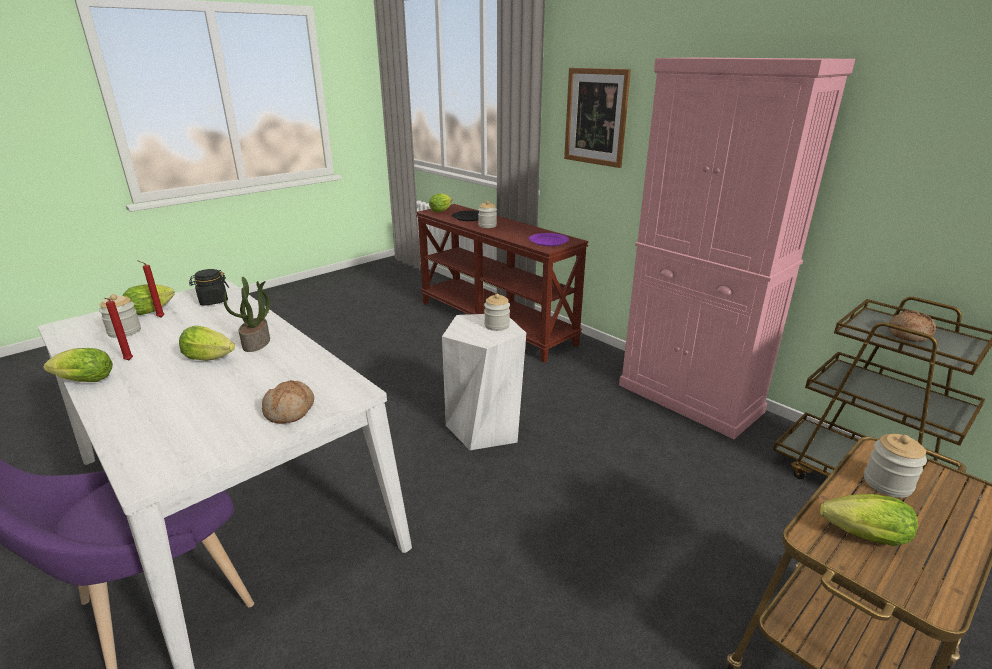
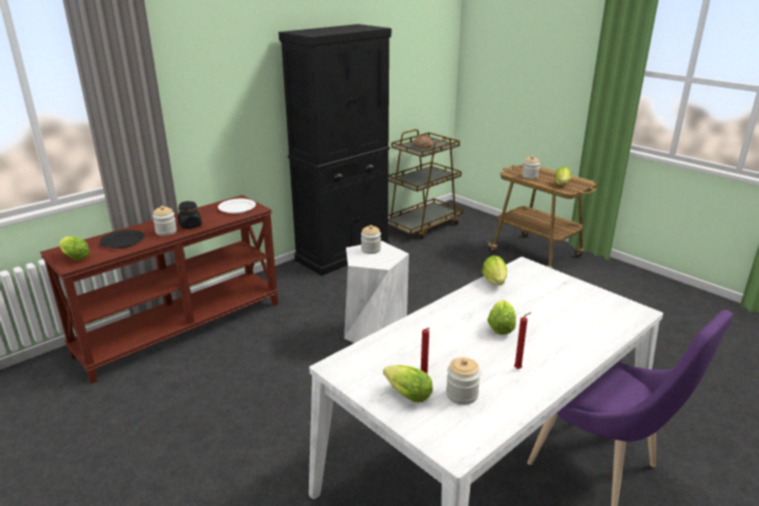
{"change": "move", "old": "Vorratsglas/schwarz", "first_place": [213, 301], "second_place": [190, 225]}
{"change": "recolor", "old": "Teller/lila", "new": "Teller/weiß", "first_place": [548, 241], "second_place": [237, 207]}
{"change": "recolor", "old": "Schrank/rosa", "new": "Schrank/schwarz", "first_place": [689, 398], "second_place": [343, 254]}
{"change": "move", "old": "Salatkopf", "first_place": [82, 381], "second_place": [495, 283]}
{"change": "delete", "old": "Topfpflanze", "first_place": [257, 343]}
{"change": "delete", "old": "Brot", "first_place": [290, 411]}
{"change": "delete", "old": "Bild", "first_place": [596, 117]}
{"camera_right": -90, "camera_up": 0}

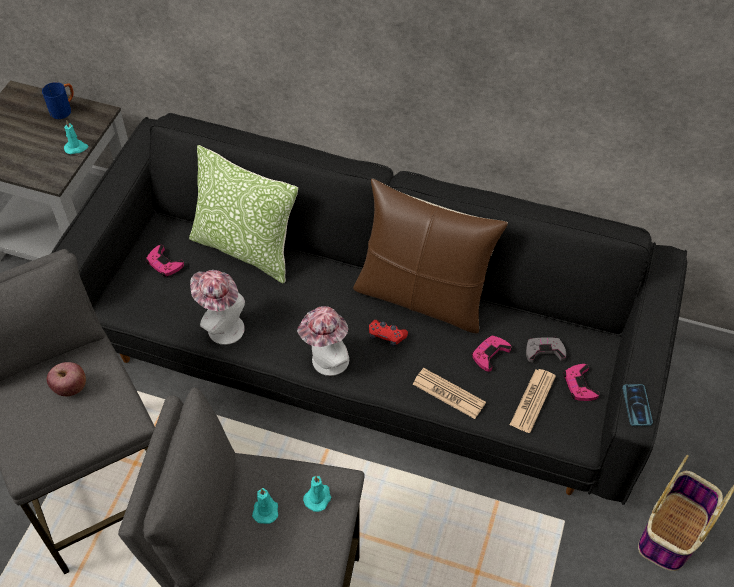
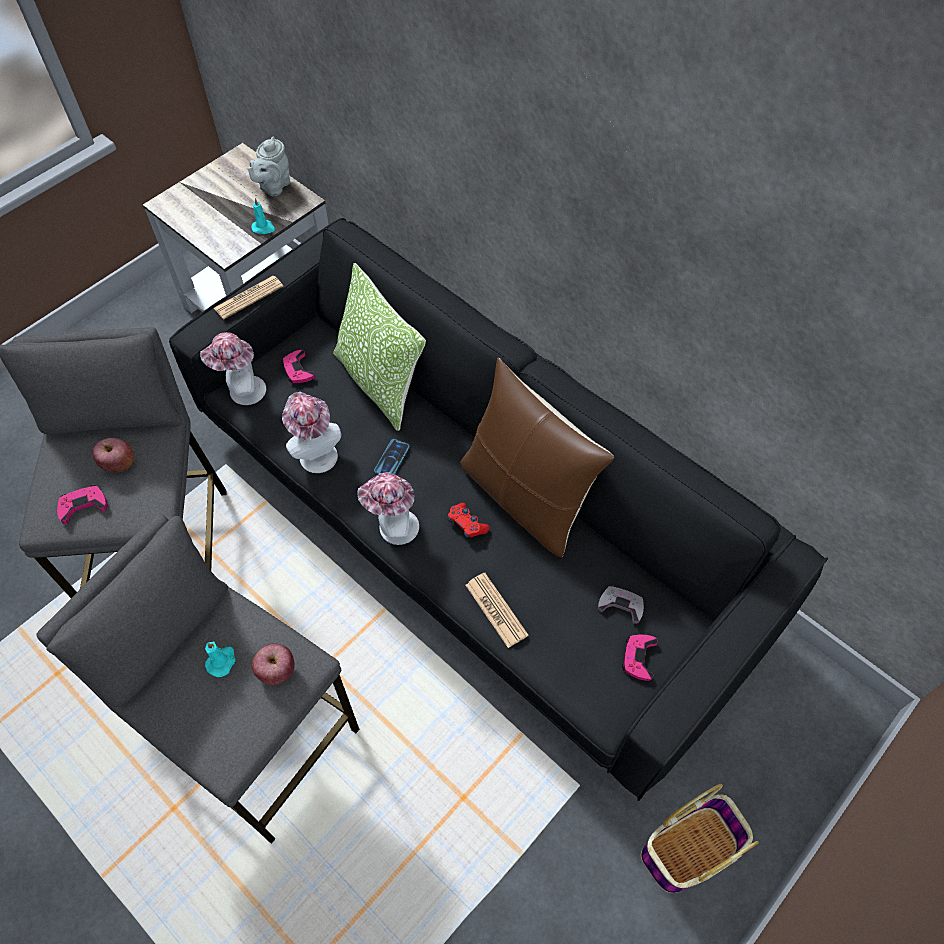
{"change": "move", "old": "Gamepad/rosa", "first_place": [489, 354], "second_place": [83, 505]}
{"change": "insert", "new": "Hut", "second_place": [242, 392]}
{"change": "move", "old": "Zeitung", "first_place": [532, 401], "second_place": [248, 297]}
{"change": "replace", "old": "Henkelbecher/blau", "new": "Teekanne/grau", "first_place": [64, 109], "second_place": [273, 186]}
{"change": "replace", "old": "Kerze/türkis", "new": "Apfel", "first_place": [318, 497], "second_place": [277, 671]}
{"change": "move", "old": "Handy", "first_place": [637, 405], "second_place": [392, 459]}
{"camera_right": 25, "camera_up": 5}

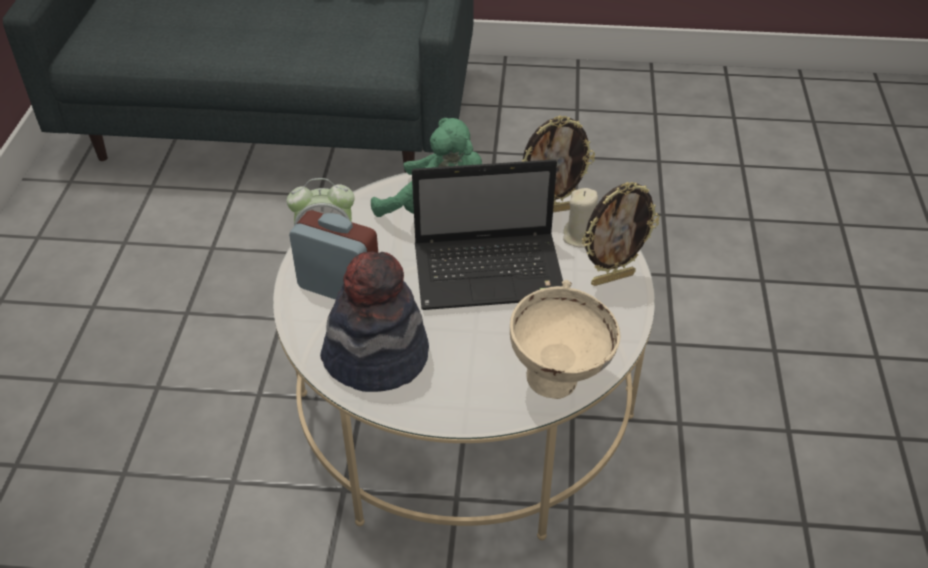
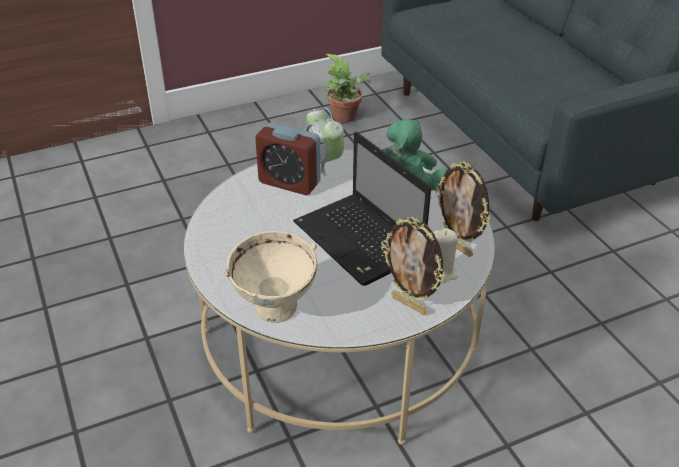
{"change": "rotate", "old": "Wecker", "first_place": [339, 287], "second_place": [289, 182], "degrees": 120}
{"change": "insert", "new": "Topfpflanze", "second_place": [346, 118]}
{"change": "delete", "old": "Hut", "first_place": [376, 357]}
{"camera_right": 60, "camera_up": -5}

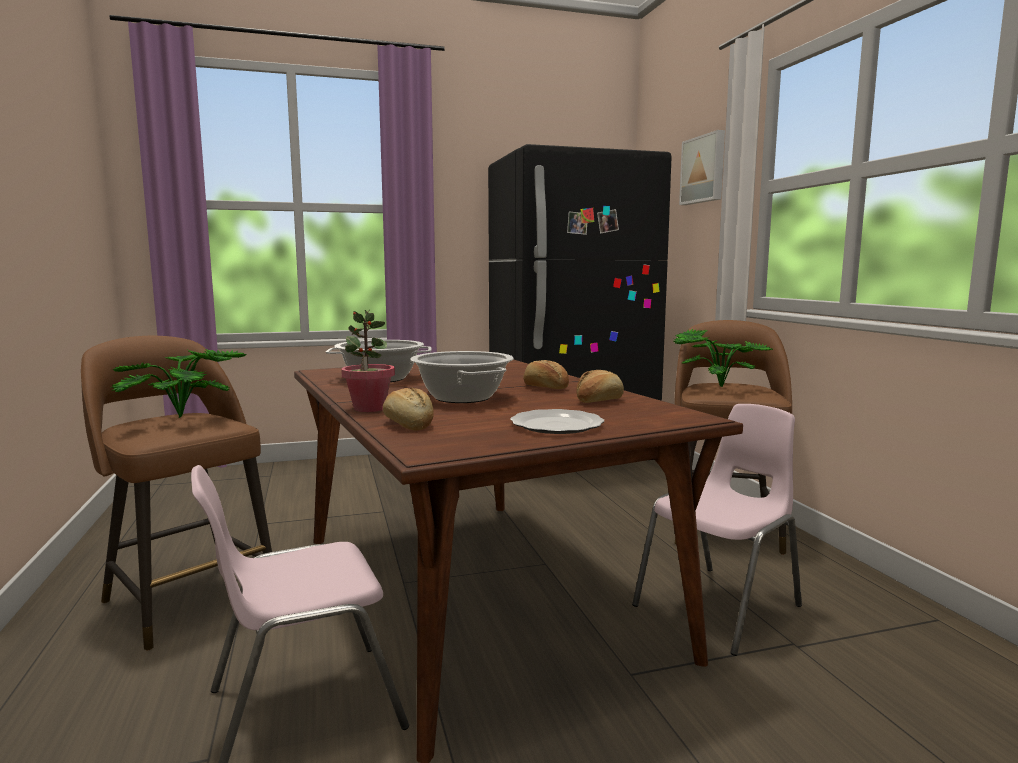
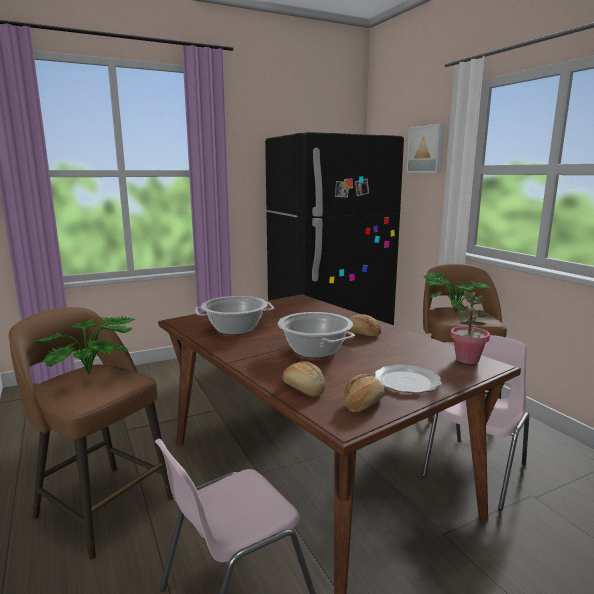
{"change": "move", "old": "Brot", "first_place": [598, 401], "second_place": [363, 404]}
{"change": "move", "old": "Topfpflanze", "first_place": [369, 408], "second_place": [467, 359]}
{"camera_right": -10, "camera_up": 5}

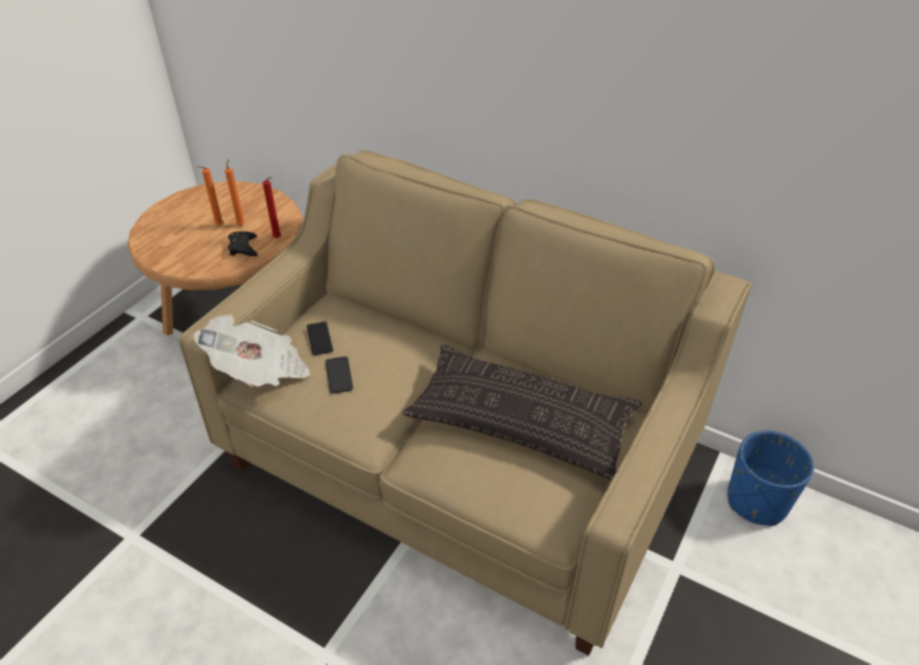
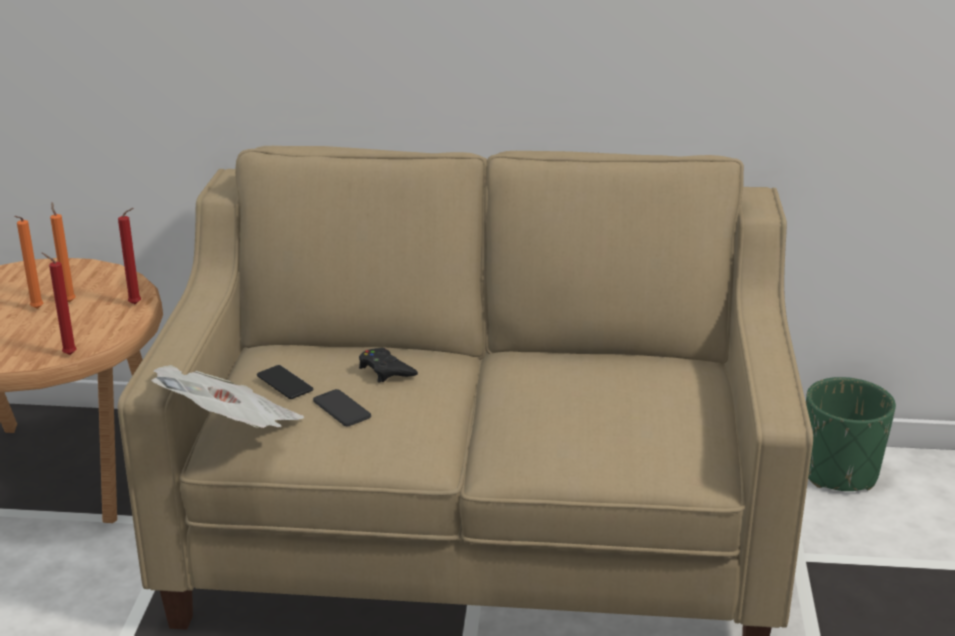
{"change": "insert", "new": "Kerze/rot", "second_place": [67, 354]}
{"change": "move", "old": "Gamepad/schwarz", "first_place": [243, 247], "second_place": [386, 370]}
{"change": "recolor", "old": "Pflanzkübel/blau", "new": "Pflanzkübel/grün", "first_place": [757, 501], "second_place": [839, 473]}
{"change": "delete", "old": "Kissen", "first_place": [520, 420]}
{"camera_right": -25, "camera_up": -15}

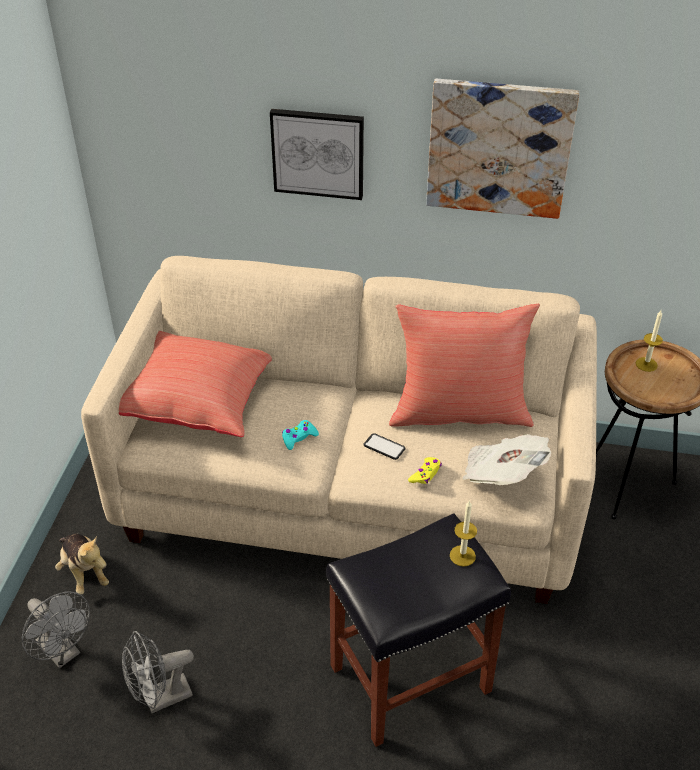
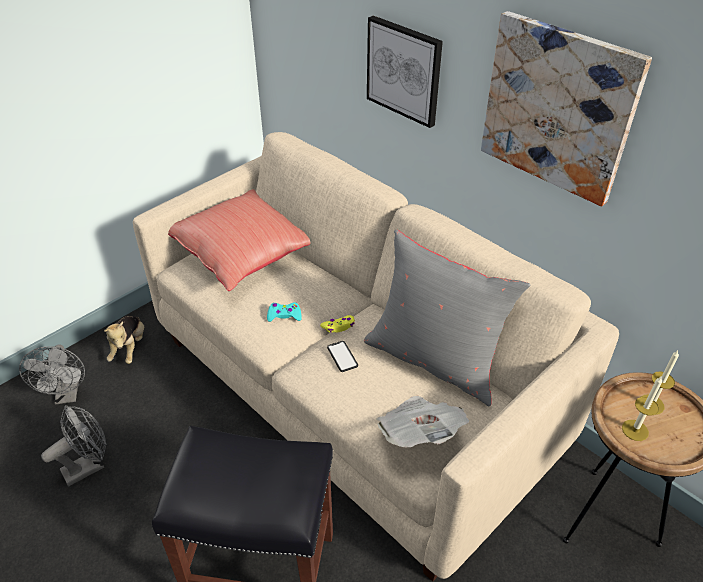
{"change": "rotate", "old": "Ventilator/grau", "first_place": [161, 699], "second_place": [89, 466], "degrees": 135}
{"change": "move", "old": "Gamepad/gelb", "first_place": [425, 474], "second_place": [339, 327]}
{"change": "recolor", "old": "Kissen/rot", "new": "Kissen/grau", "first_place": [459, 412], "second_place": [434, 360]}
{"change": "move", "old": "Kerze", "first_place": [462, 556], "second_place": [635, 430]}
{"camera_right": 35, "camera_up": 0}

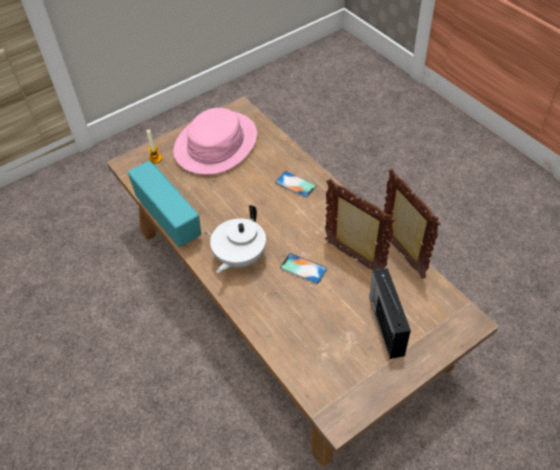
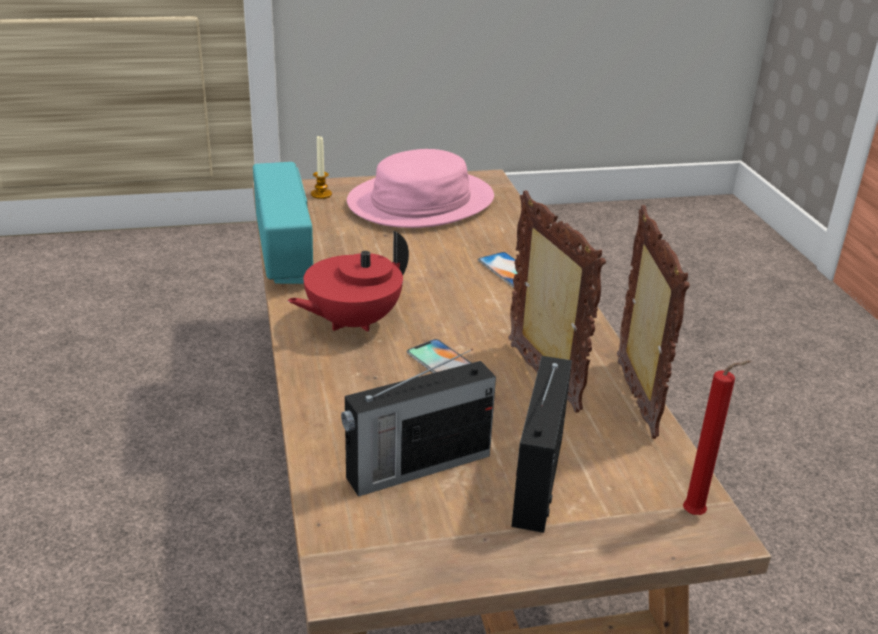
{"change": "recolor", "old": "Teekanne/weiß", "new": "Teekanne/rot", "first_place": [239, 258], "second_place": [352, 322]}
{"change": "insert", "new": "Radio", "second_place": [416, 467]}
{"change": "insert", "new": "Kerze/rot", "second_place": [697, 515]}
{"camera_right": 20, "camera_up": -20}

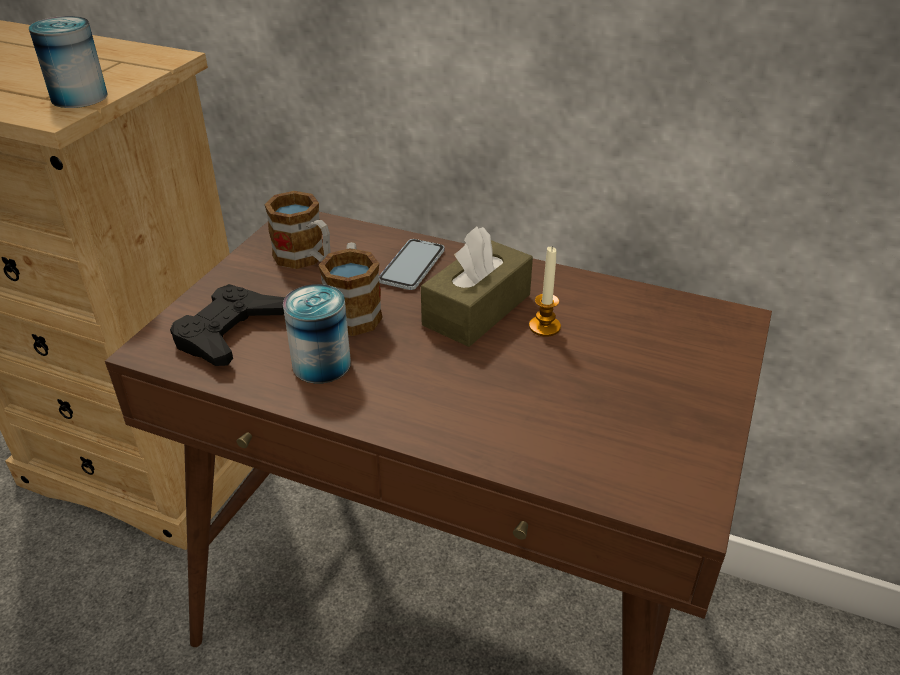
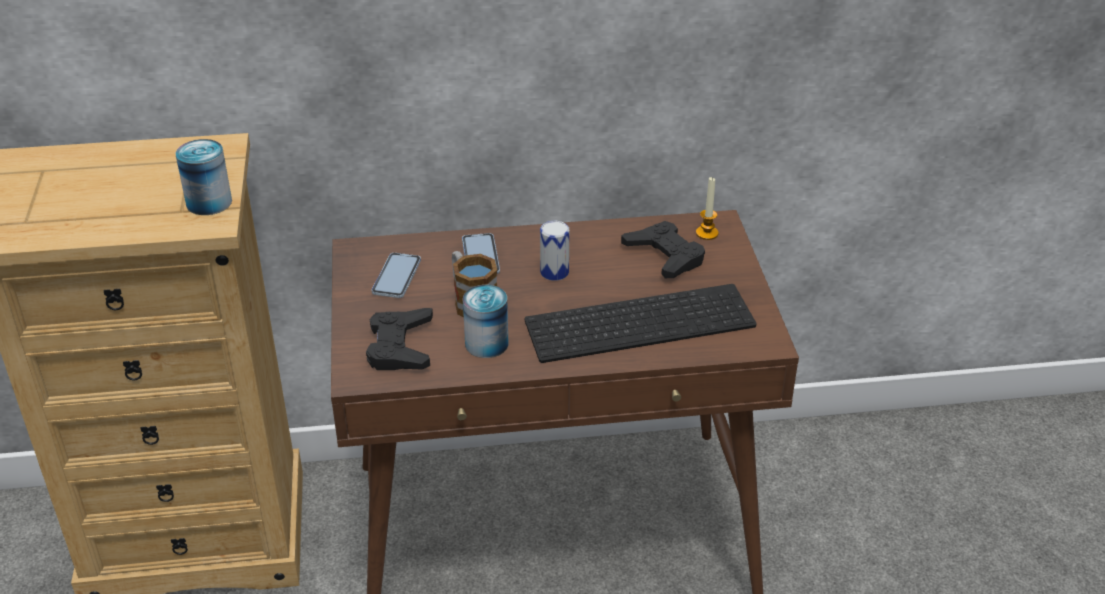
{"change": "replace", "old": "Henkelbecher", "new": "Handy", "first_place": [306, 259], "second_place": [396, 277]}
{"change": "insert", "new": "Tastatur", "second_place": [641, 321]}
{"change": "replace", "old": "Taschentuchbox/braun", "new": "Dose", "first_place": [477, 310], "second_place": [554, 272]}
{"change": "insert", "new": "Gamepad/schwarz", "second_place": [665, 256]}
{"change": "move", "old": "Kerze", "first_place": [544, 327], "second_place": [707, 233]}
{"camera_right": -30, "camera_up": 0}

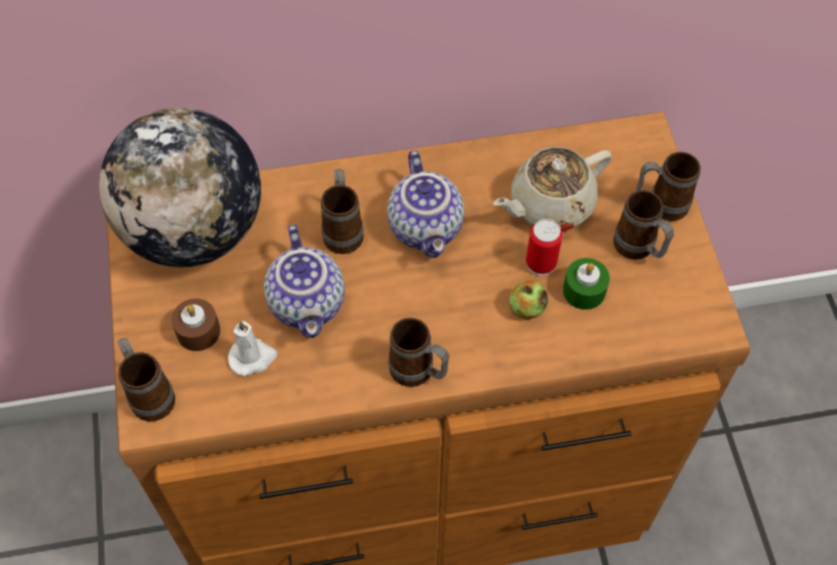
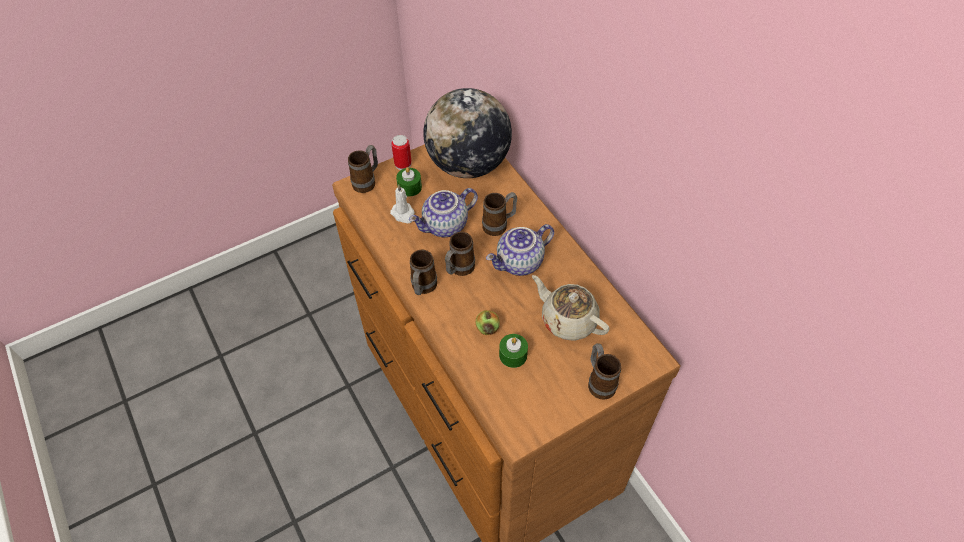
{"change": "move", "old": "Dose", "first_place": [541, 263], "second_place": [403, 164]}
{"change": "recolor", "old": "Kerze/braun", "new": "Kerze/grün", "first_place": [198, 331], "second_place": [409, 187]}
{"change": "move", "old": "Henkelbecher", "first_place": [639, 249], "second_place": [458, 270]}
{"camera_right": 70, "camera_up": -5}

